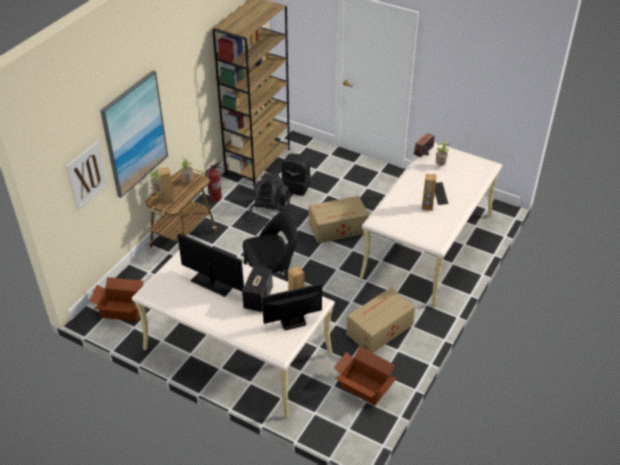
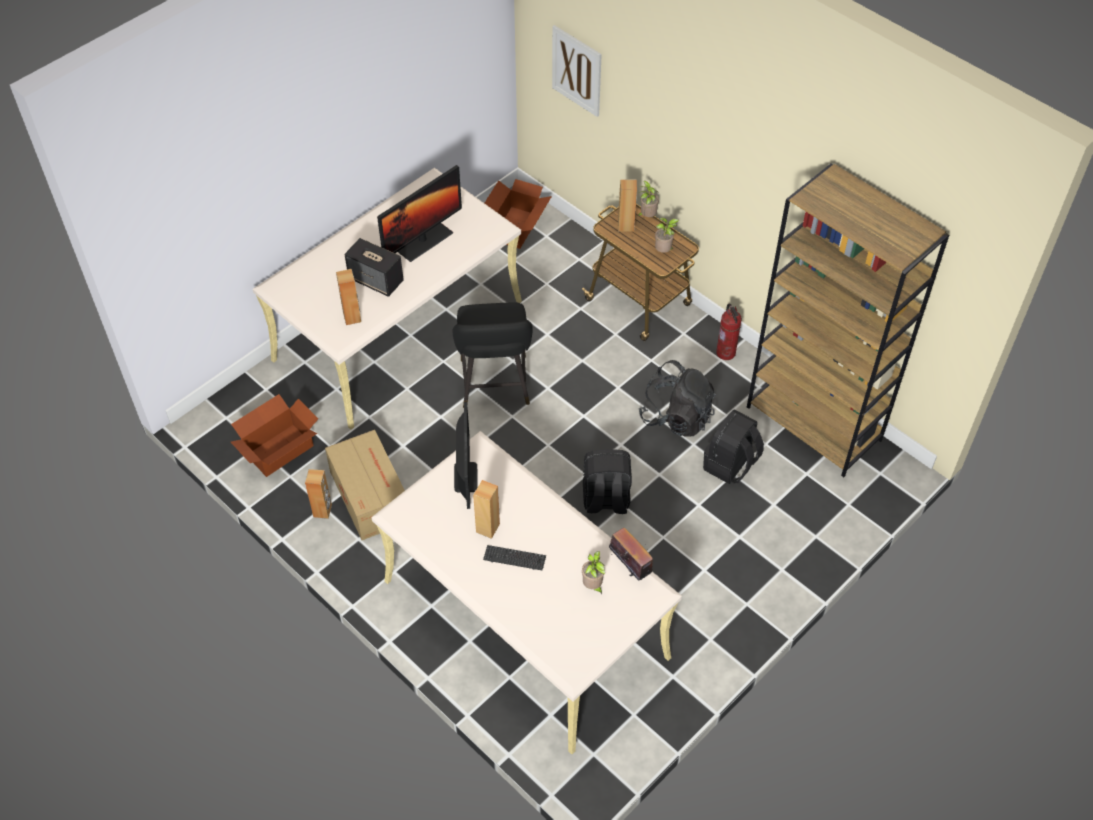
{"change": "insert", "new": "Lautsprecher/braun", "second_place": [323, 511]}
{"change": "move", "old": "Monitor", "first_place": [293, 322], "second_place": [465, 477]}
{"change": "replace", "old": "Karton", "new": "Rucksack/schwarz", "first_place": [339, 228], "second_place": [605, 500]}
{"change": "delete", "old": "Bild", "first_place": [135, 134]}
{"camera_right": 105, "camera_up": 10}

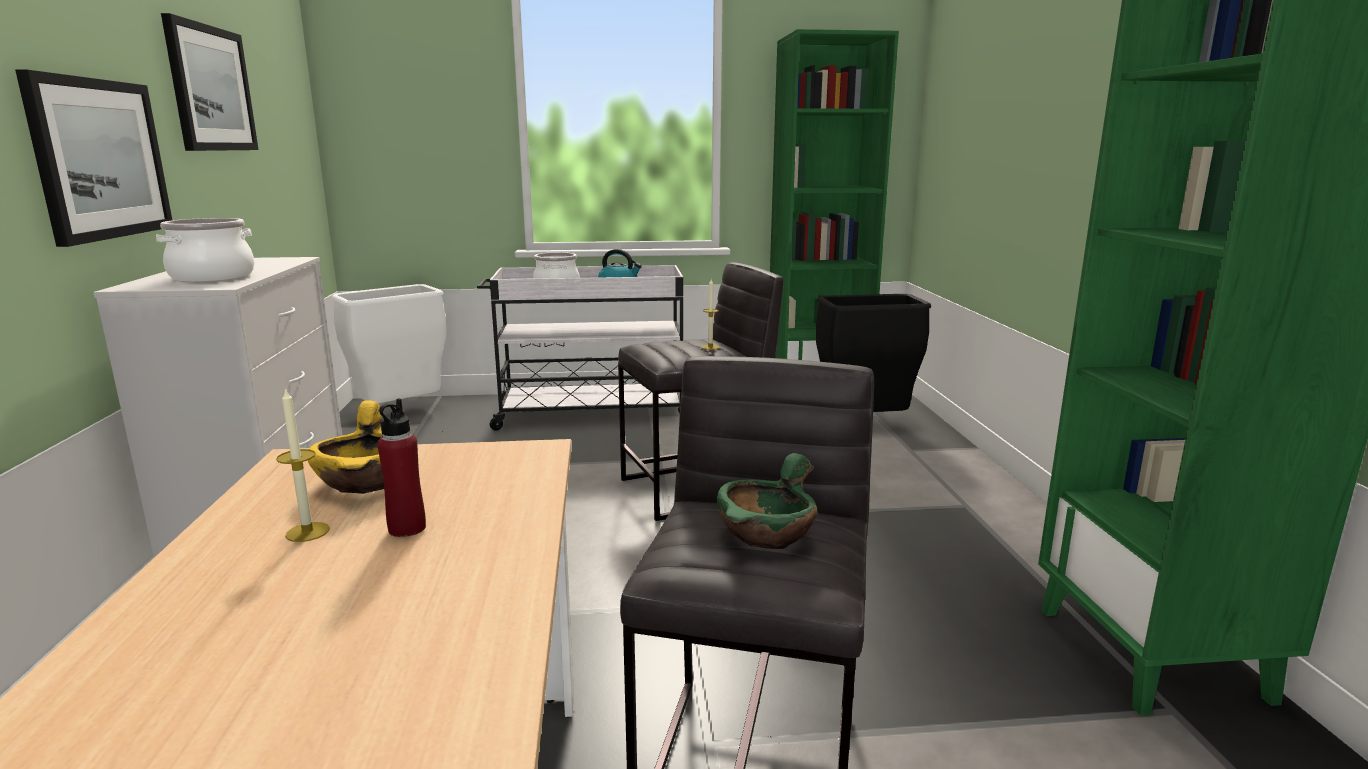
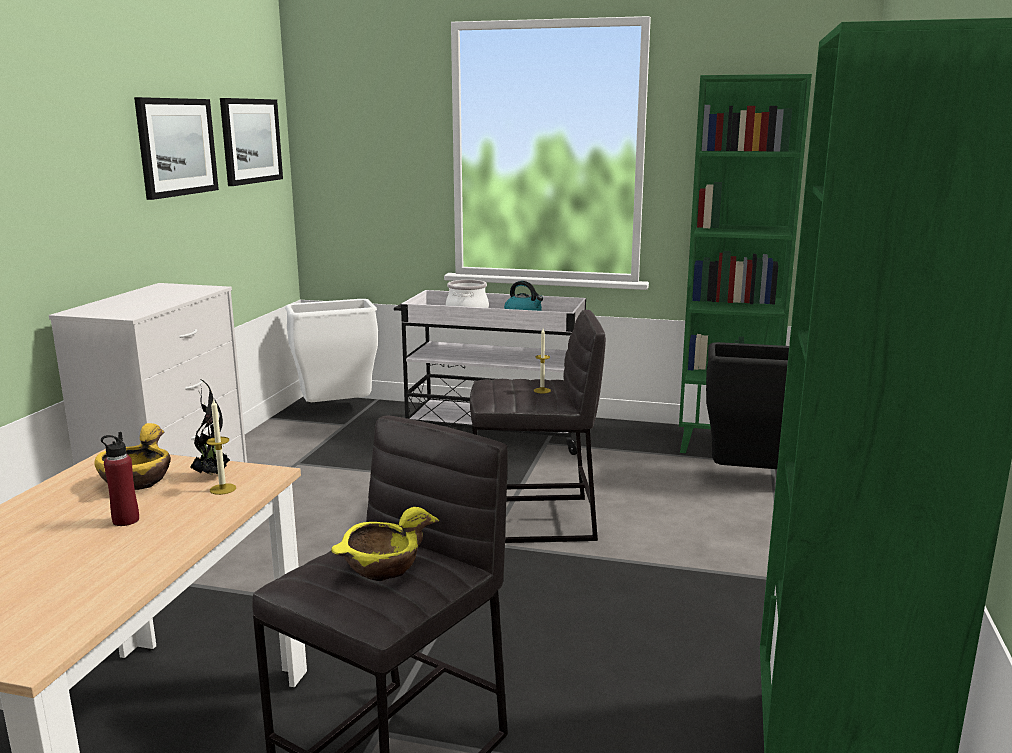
{"change": "insert", "new": "Topfpflanze", "second_place": [213, 474]}
{"change": "move", "old": "Kerze", "first_place": [307, 532], "second_place": [223, 489]}
{"change": "move", "old": "Bild", "first_place": [100, 159], "second_place": [251, 141]}
{"change": "recolor", "old": "Schüssel/grün", "new": "Schüssel/gelb", "first_place": [767, 534], "second_place": [382, 568]}
{"change": "delete", "old": "Kochtopf", "first_place": [213, 277]}
{"camera_right": 20, "camera_up": 0}

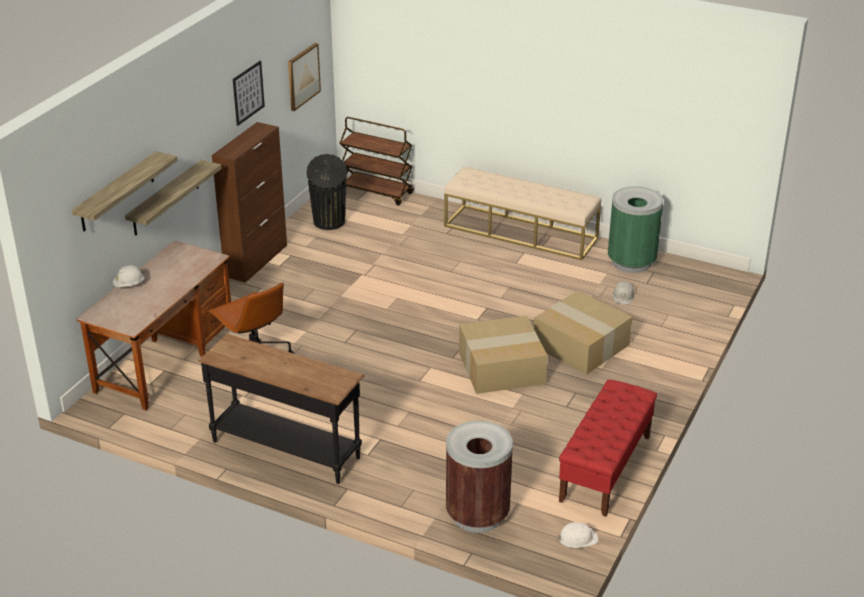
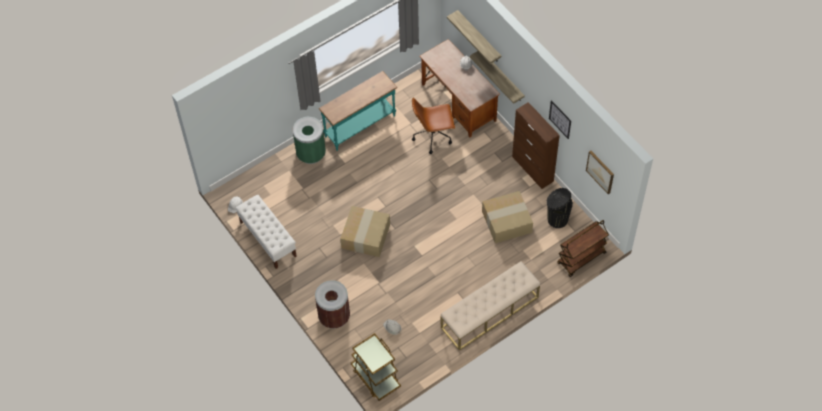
{"change": "recolor", "old": "Bank/rot", "new": "Bank/weiß", "first_place": [605, 469], "second_place": [268, 239]}
{"change": "move", "old": "Mülleimer/grün", "first_place": [631, 262], "second_place": [311, 154]}
{"change": "move", "old": "Mülleimer/braun", "first_place": [477, 515], "second_place": [334, 316]}
{"change": "recolor", "old": "Konsolentisch/schwarz", "new": "Konsolentisch/türkis", "first_place": [286, 448], "second_place": [360, 126]}
{"change": "insert", "new": "Rollwagen/braun", "second_place": [375, 377]}
{"change": "move", "old": "Karton", "first_place": [579, 345], "second_place": [507, 221]}
{"camera_right": 120, "camera_up": 25}

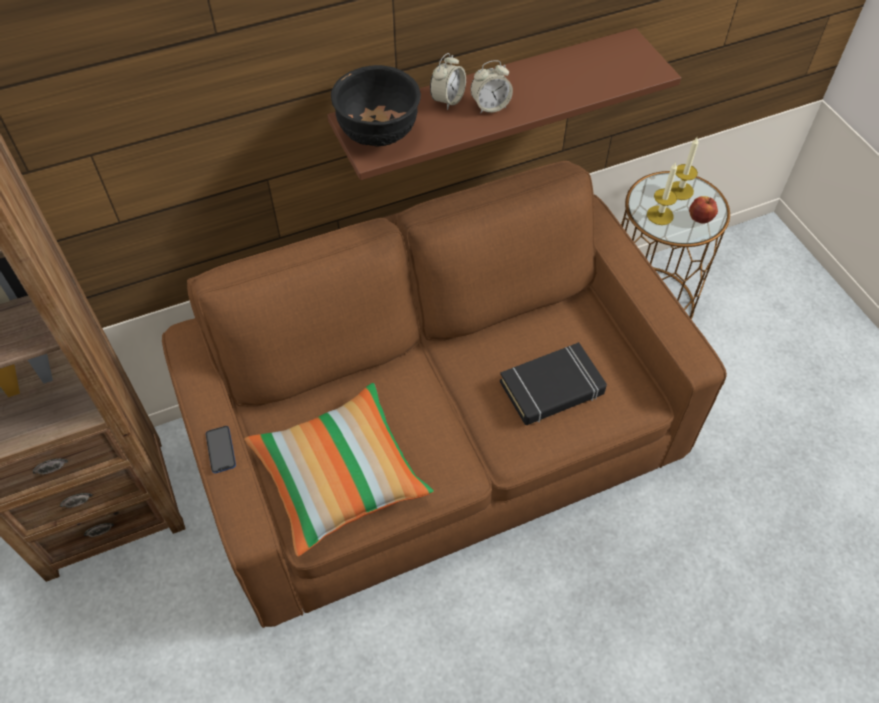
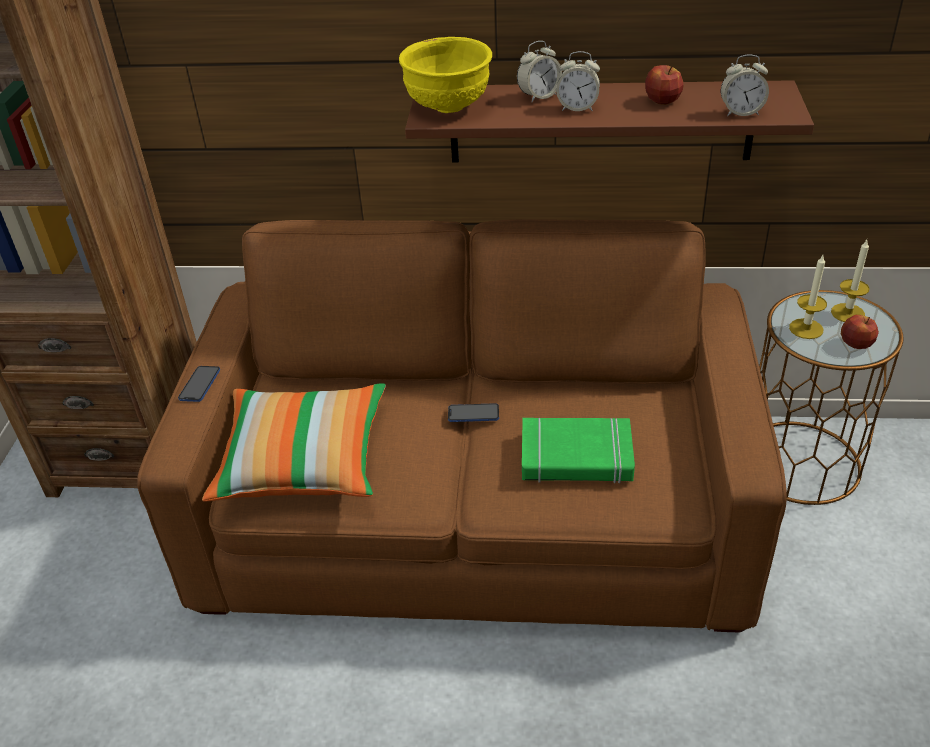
{"change": "recolor", "old": "Schüssel/schwarz", "new": "Schüssel/gelb", "first_place": [378, 135], "second_place": [448, 107]}
{"change": "insert", "new": "Handy", "second_place": [473, 414]}
{"change": "recolor", "old": "Buch/schwarz", "new": "Buch/grün", "first_place": [552, 388], "second_place": [576, 457]}
{"change": "insert", "new": "Apfel", "second_place": [662, 101]}
{"change": "insert", "new": "Wecker", "second_place": [741, 112]}
{"camera_right": 30, "camera_up": -15}

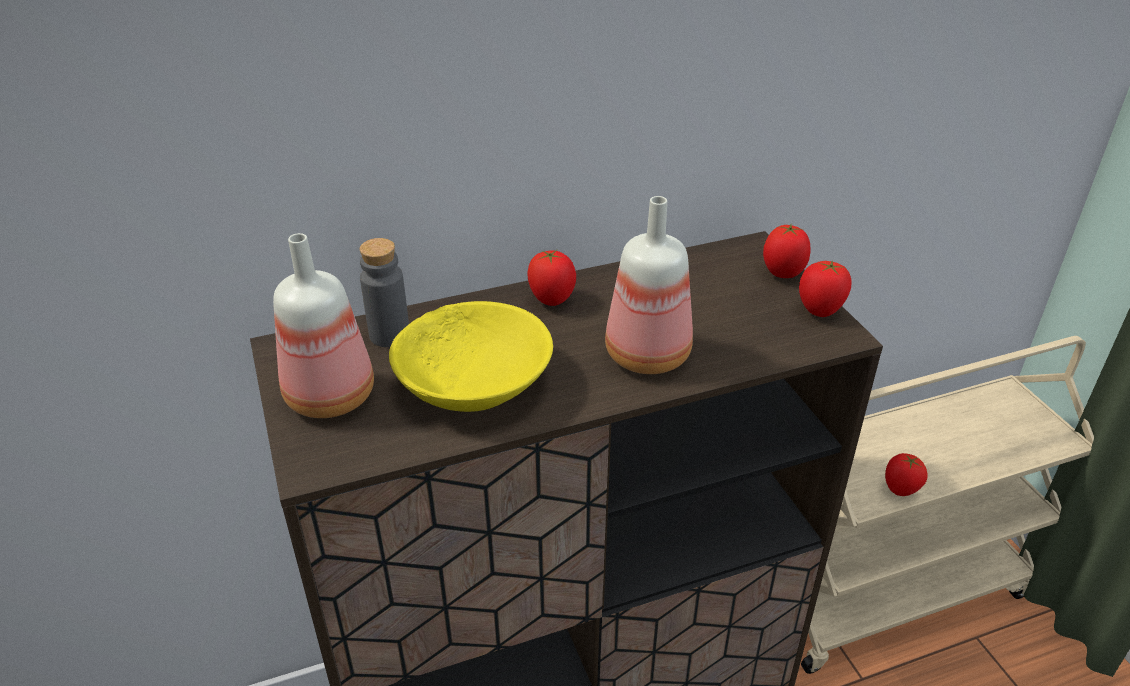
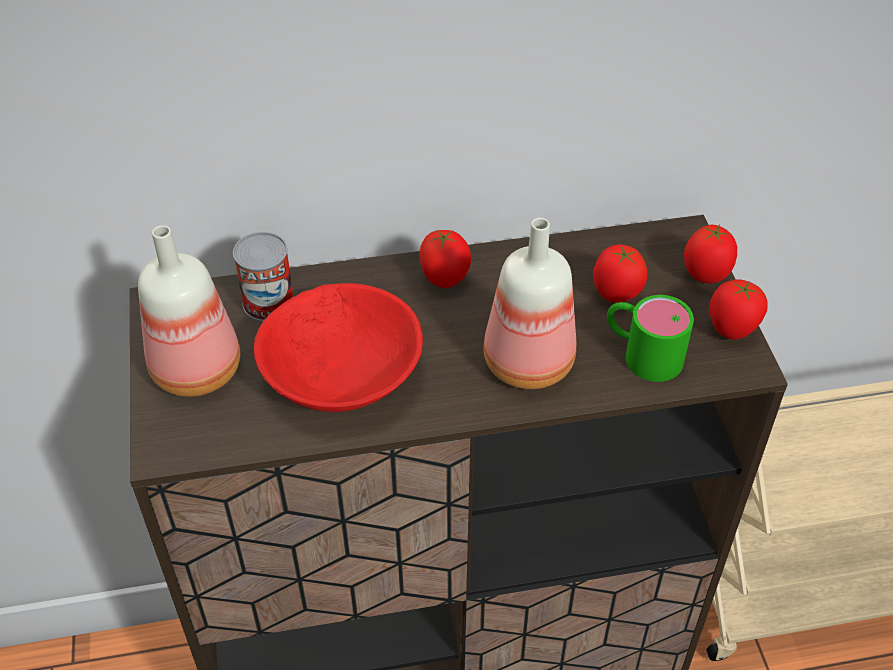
{"change": "replace", "old": "Flasche/grau", "new": "Dose", "first_place": [389, 335], "second_place": [268, 302]}
{"change": "recolor", "old": "Schüssel/gelb", "new": "Schüssel/rot", "first_place": [474, 383], "second_place": [342, 373]}
{"change": "move", "old": "Tomate", "first_place": [900, 490], "second_place": [616, 295]}
{"change": "insert", "new": "Henkelbecher/grün", "second_place": [641, 353]}
{"camera_right": 10, "camera_up": 10}

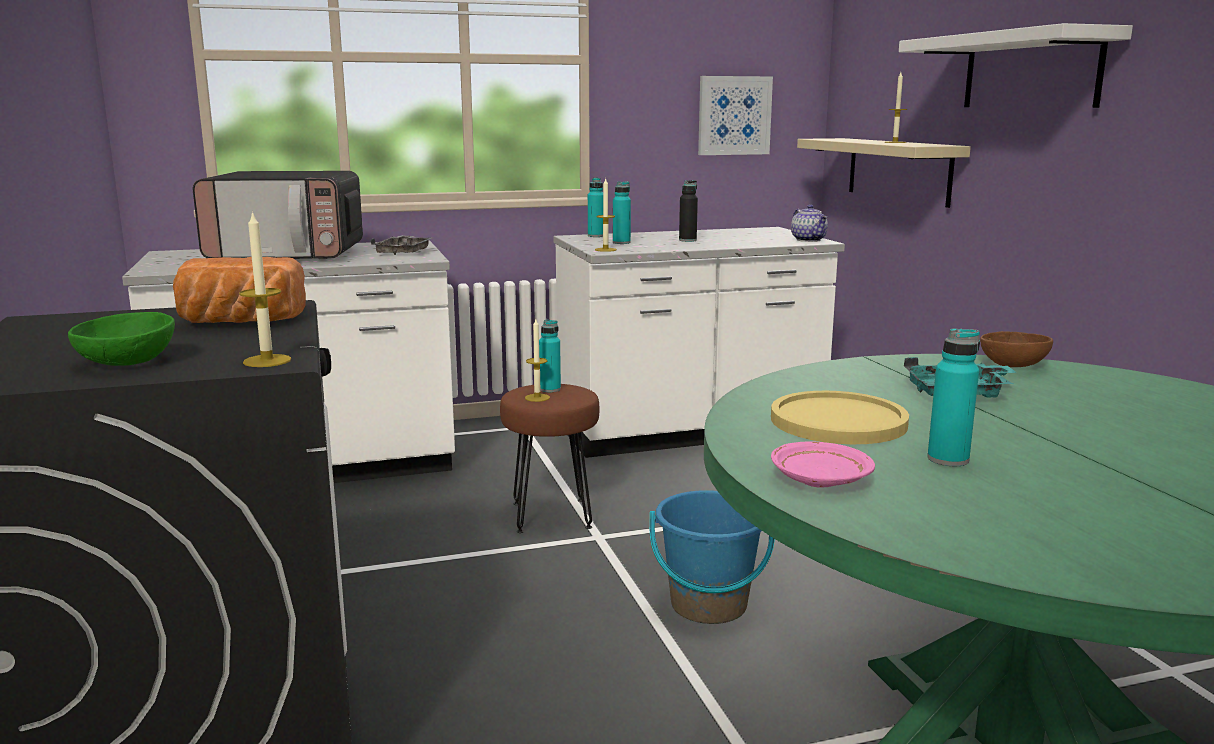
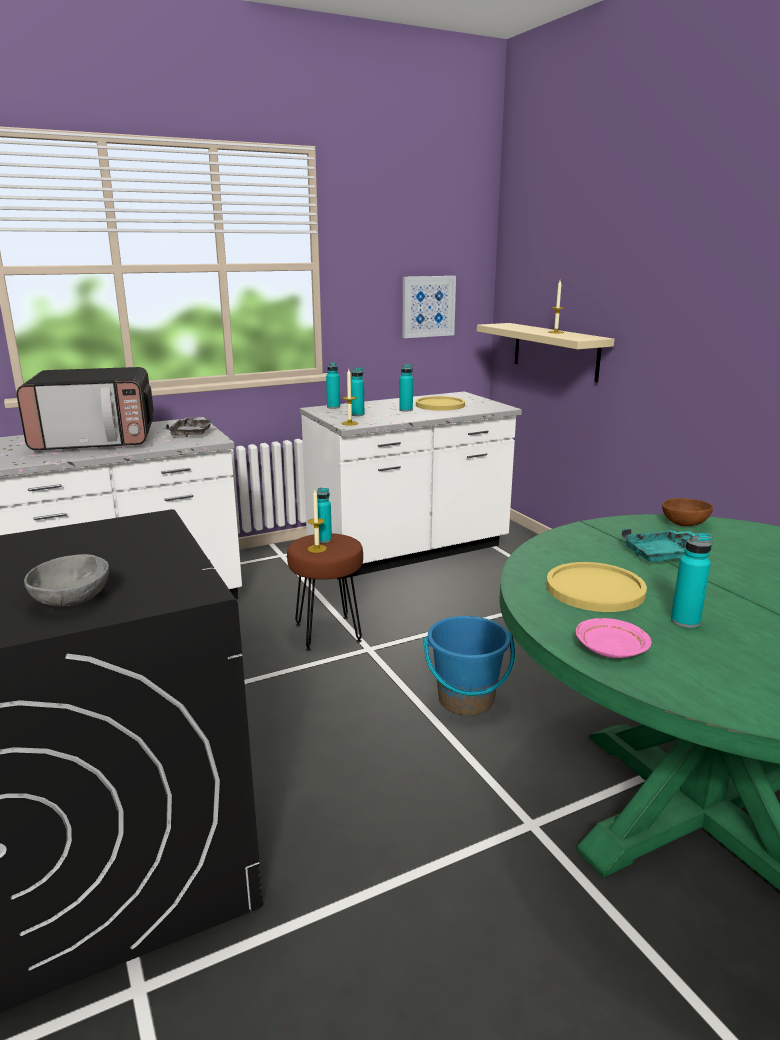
{"change": "recolor", "old": "Schüssel/grün", "new": "Schüssel/grau", "first_place": [127, 363], "second_place": [72, 600]}
{"change": "recolor", "old": "Flasche/schwarz", "new": "Flasche/türkis", "first_place": [687, 240], "second_place": [406, 410]}
{"change": "insert", "new": "Teller/gelb", "second_place": [440, 405]}
{"change": "delete", "old": "Brot", "first_place": [239, 323]}
{"change": "delete", "old": "Kerze", "first_place": [267, 361]}
{"change": "delete", "old": "Teekanne", "first_place": [809, 240]}
{"change": "delete", "old": "Wandregal/weiß", "first_place": [1030, 71]}
{"camera_right": -10, "camera_up": 5}

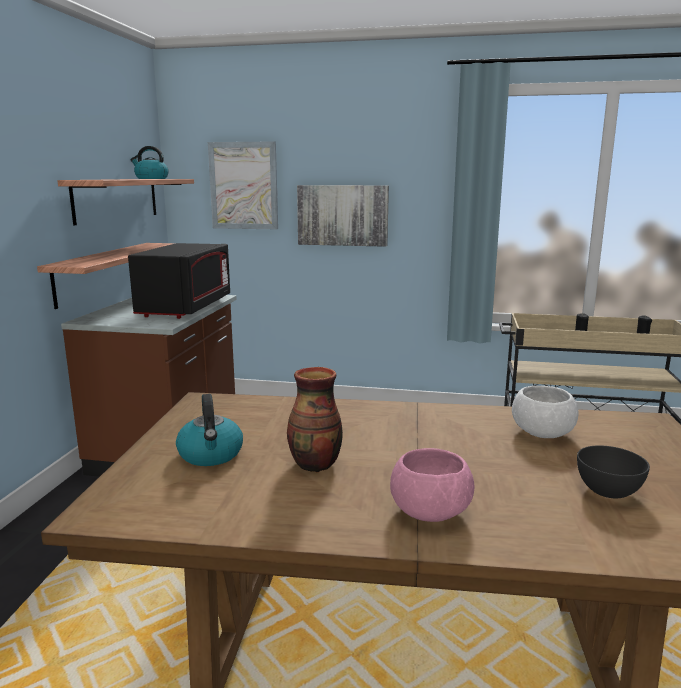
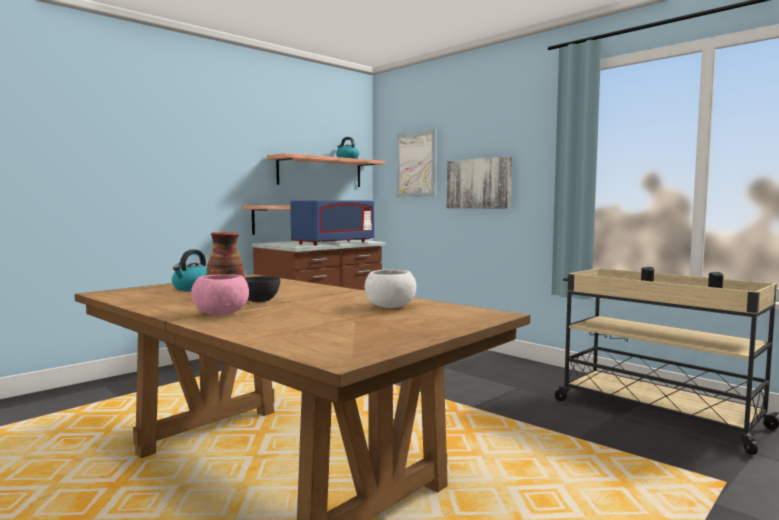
{"change": "move", "old": "Schüssel/grau", "first_place": [608, 492], "second_place": [259, 301]}
{"change": "recolor", "old": "Mikrowelle/schwarz", "new": "Mikrowelle/blau", "first_place": [186, 308], "second_place": [333, 243]}
{"camera_right": 35, "camera_up": -10}

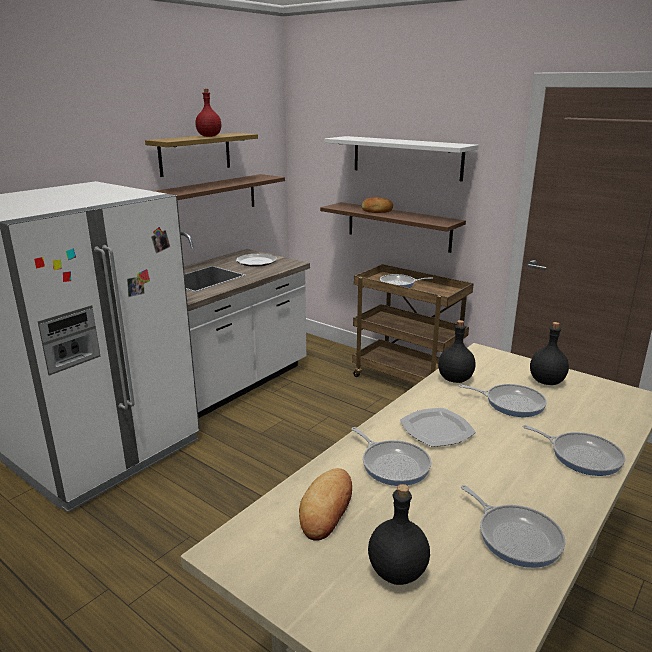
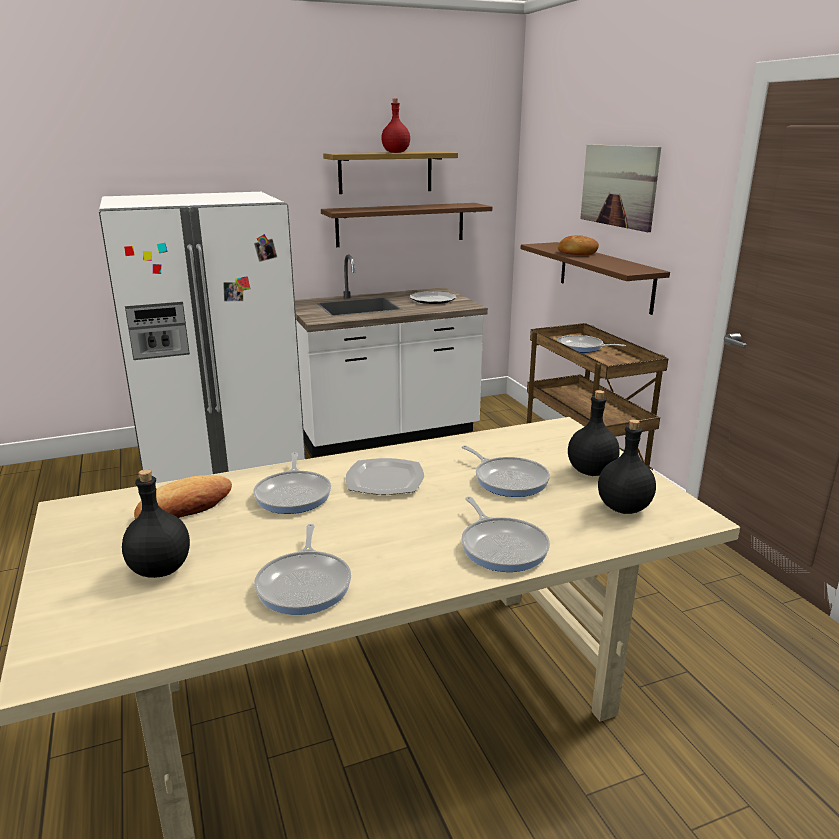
{"change": "replace", "old": "Wandregal/weiß", "new": "Bild", "first_place": [406, 157], "second_place": [618, 186]}
{"change": "move", "old": "Flasche/schwarz", "first_place": [454, 379], "second_place": [623, 507]}
{"camera_right": 30, "camera_up": 0}

